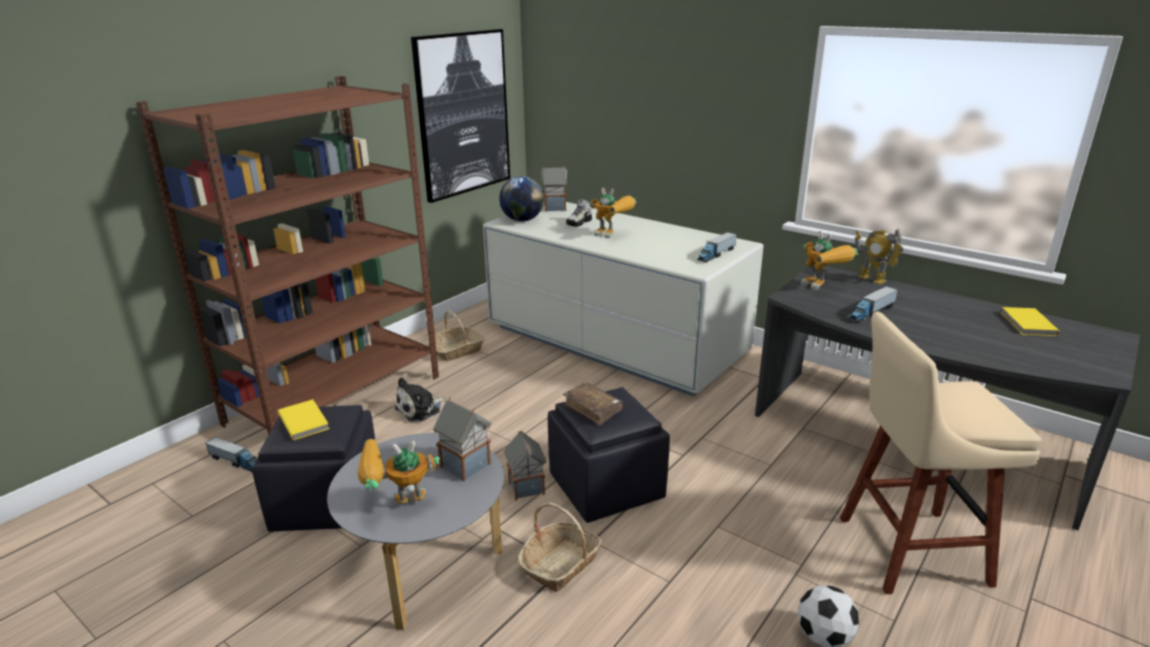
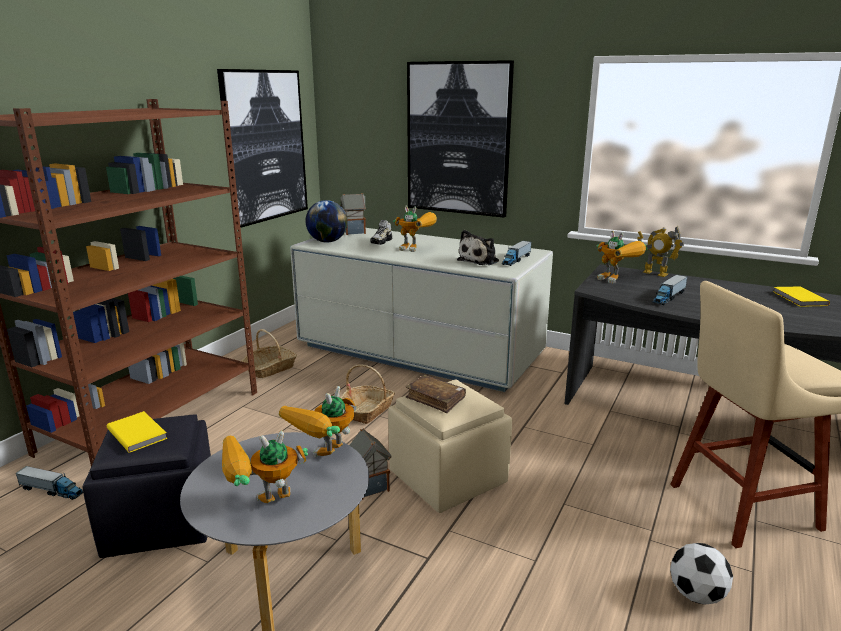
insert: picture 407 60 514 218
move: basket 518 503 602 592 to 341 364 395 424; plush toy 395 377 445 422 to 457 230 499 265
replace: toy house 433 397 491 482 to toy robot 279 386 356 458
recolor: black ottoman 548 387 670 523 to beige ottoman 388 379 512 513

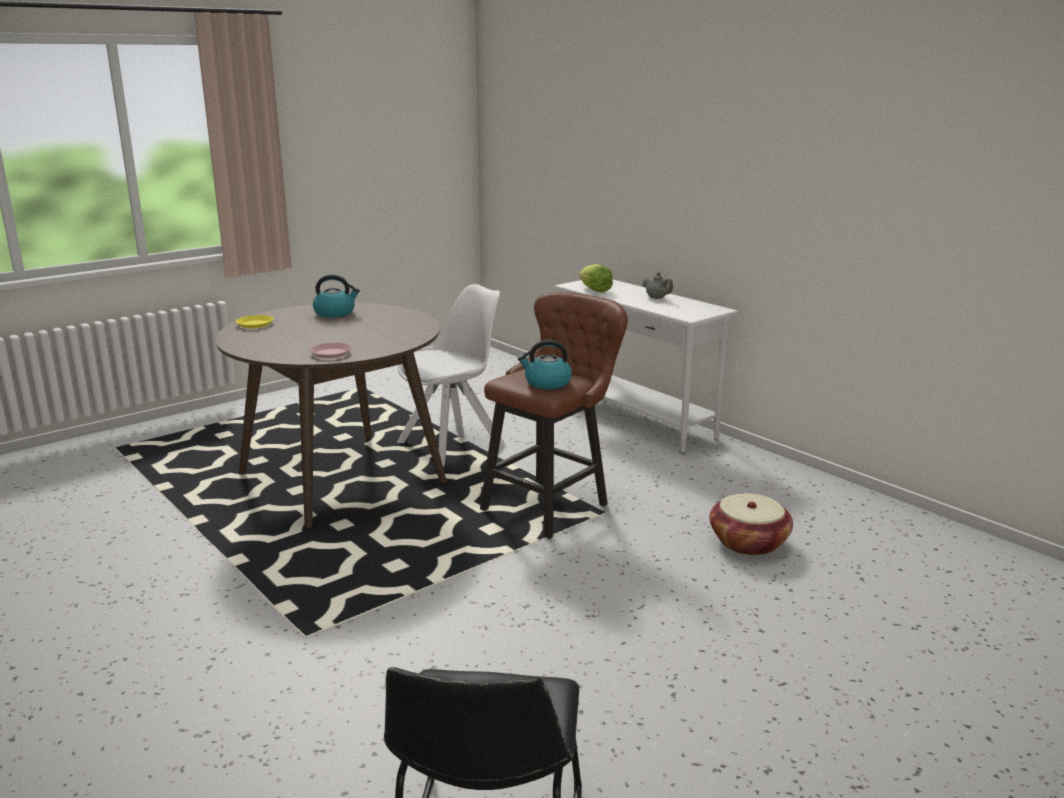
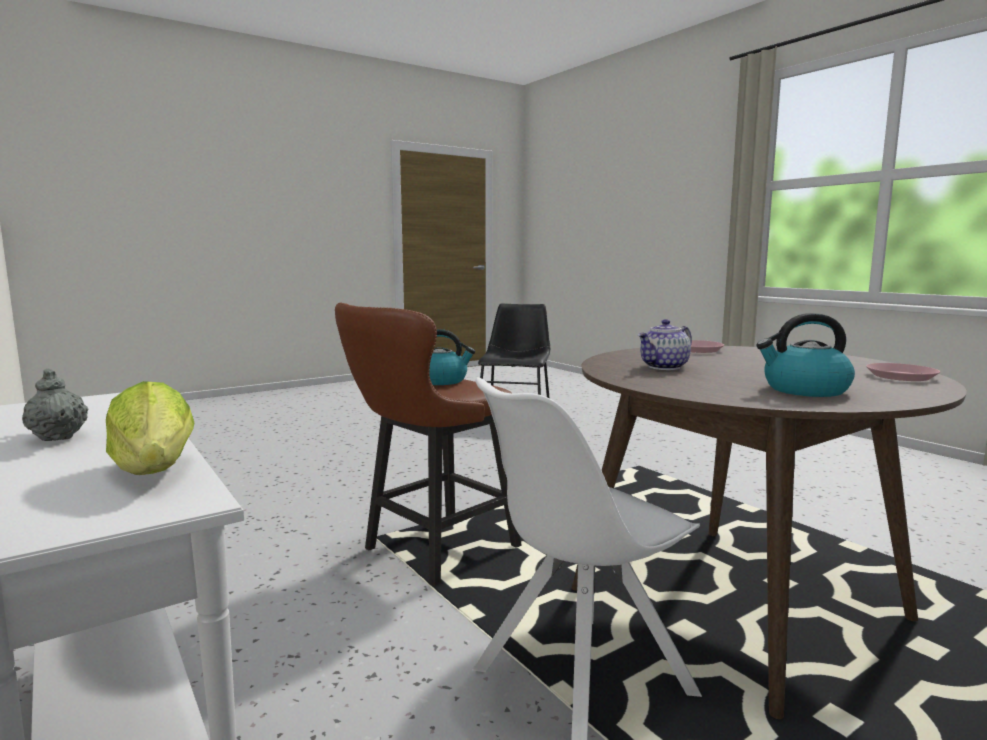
delete: basket 709 493 793 555
insert: teapot 638 319 692 370
recolor: yellow plate 236 315 274 328 to pink plate 866 363 940 381

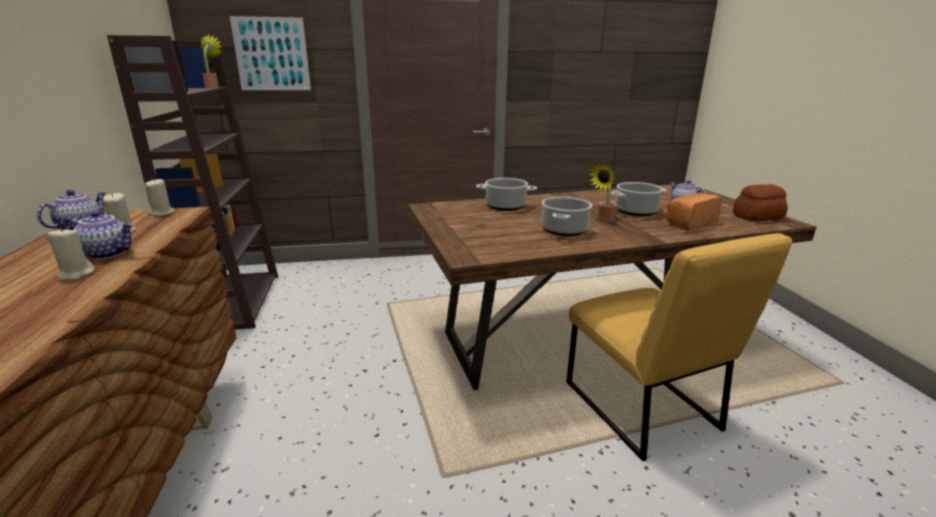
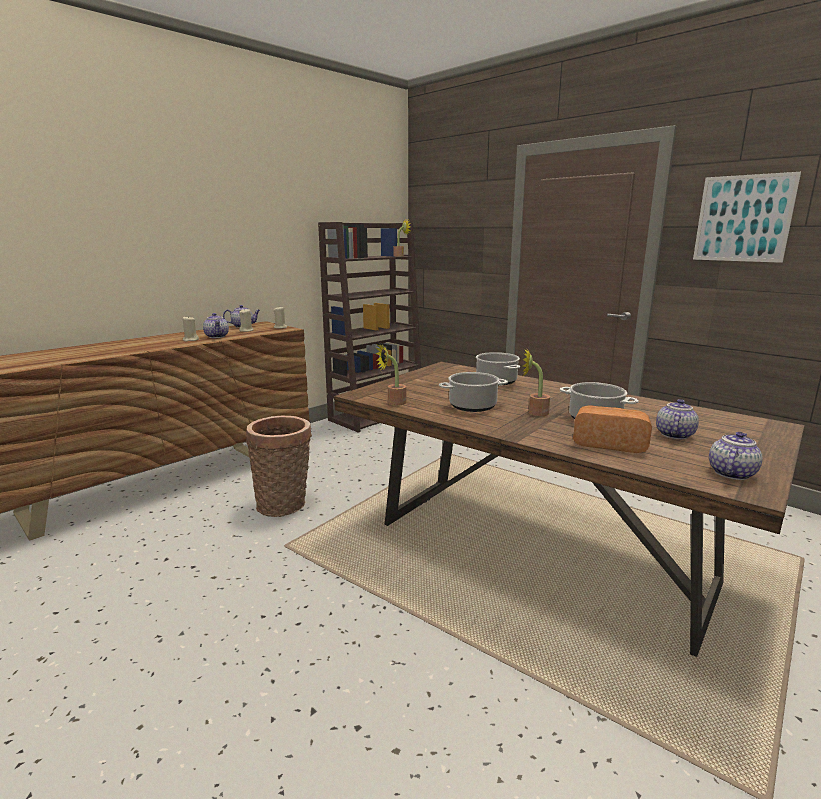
delete: yellow chair 567 233 792 461
insert: basket 246 416 312 517; potted plant 376 343 406 406
move: picture 230 16 311 90 to 693 172 801 263
replace: bread 733 184 788 221 to teapot 709 432 763 480

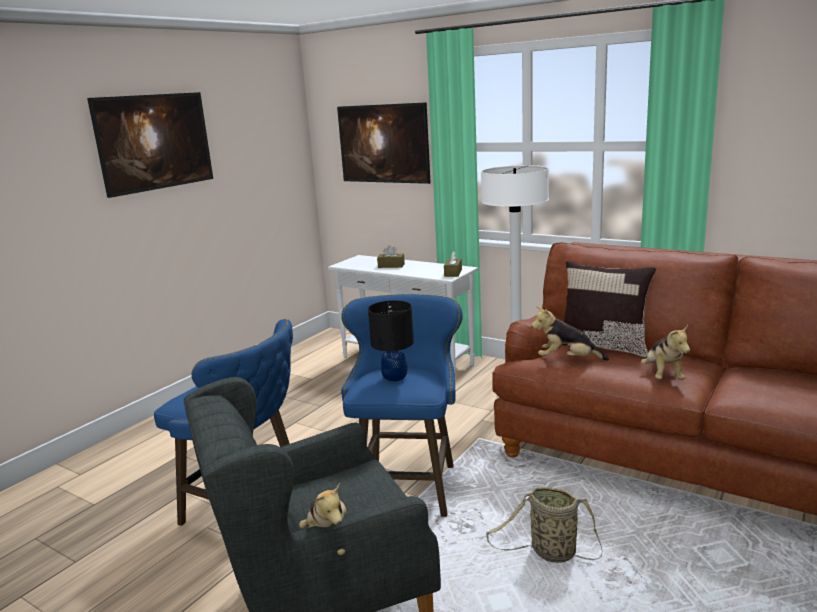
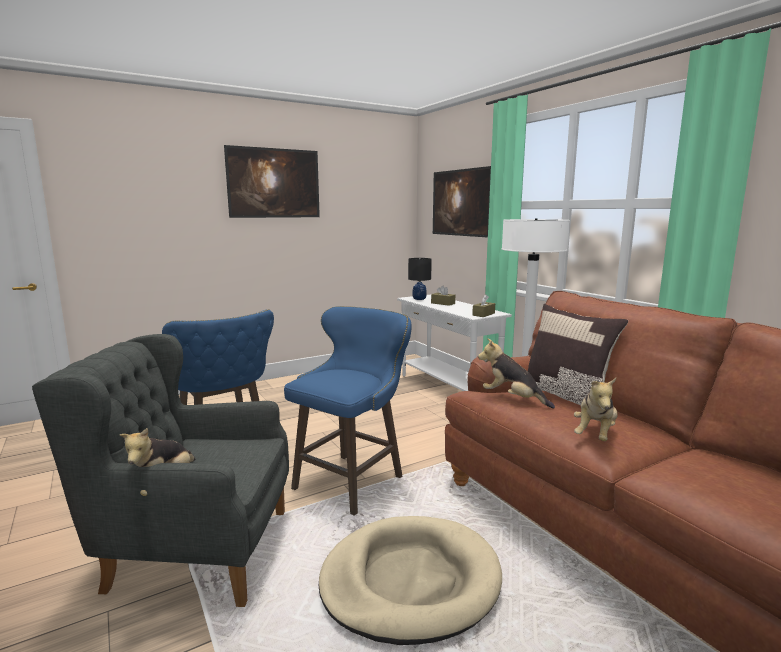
move: black table lamp 368 300 414 381 to 408 258 432 300
replace: basket 486 487 602 563 to beige dog bed 319 516 502 645

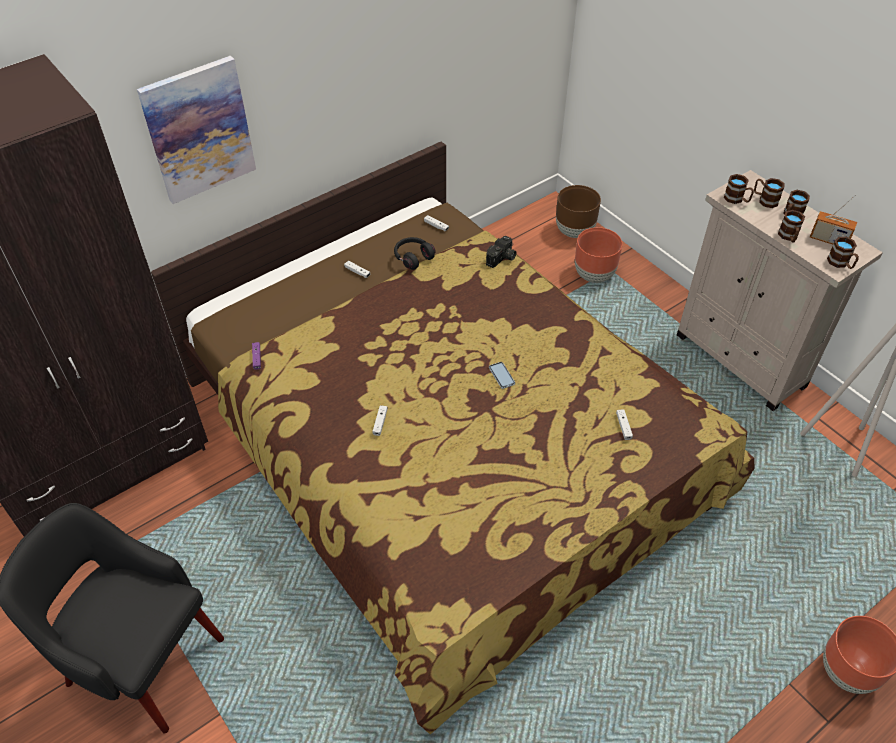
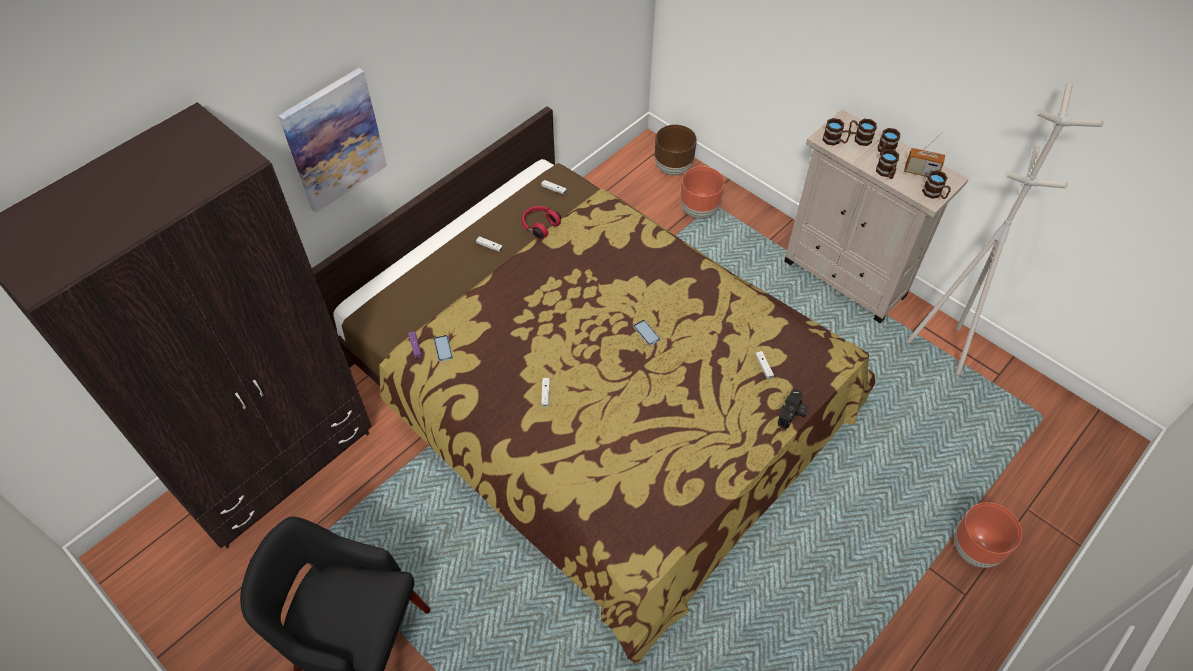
insert: phone 434 335 453 362
move: photo camera 486 236 516 268 to 778 389 809 429
recolor: black headphones 394 237 436 270 to red headphones 521 206 561 238

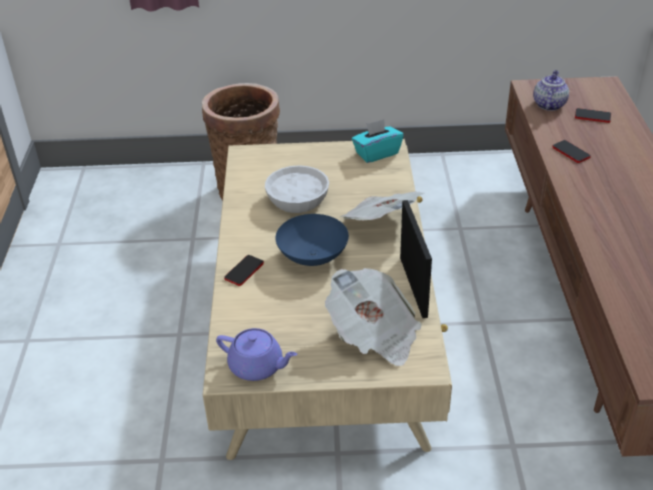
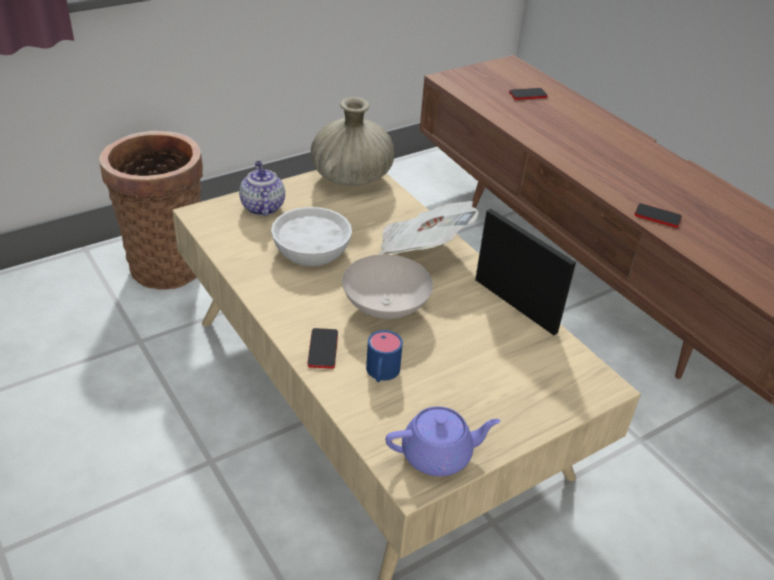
delete: newspaper 325 268 422 366
insert: blue mug 366 330 403 382
move: teapot 533 70 569 111 to 239 161 285 216; phone 552 140 591 163 to 634 203 682 228
replace: turquoise tissue box 352 119 403 163 to beige vase 311 97 395 186
recolor: blue bowl 275 214 349 266 to white bowl 342 254 433 319

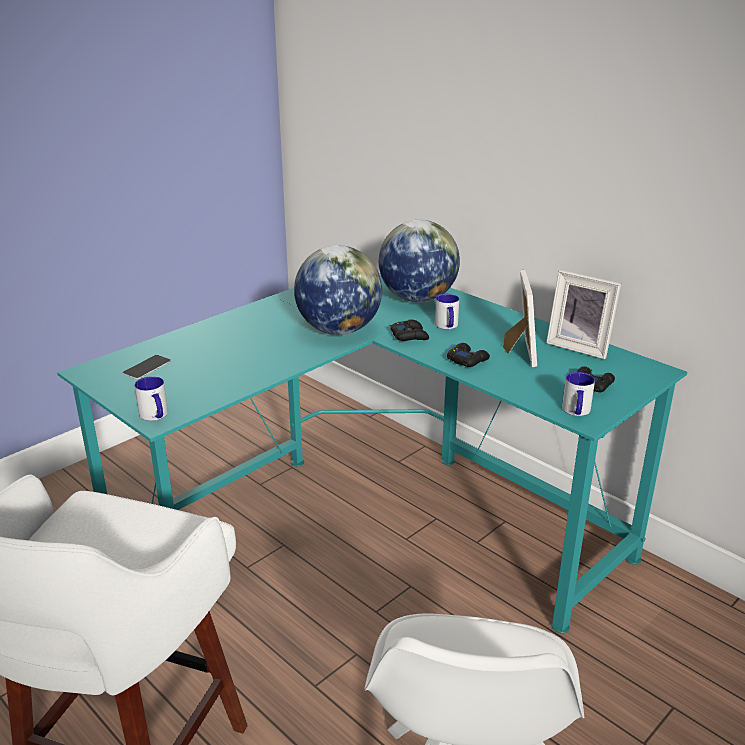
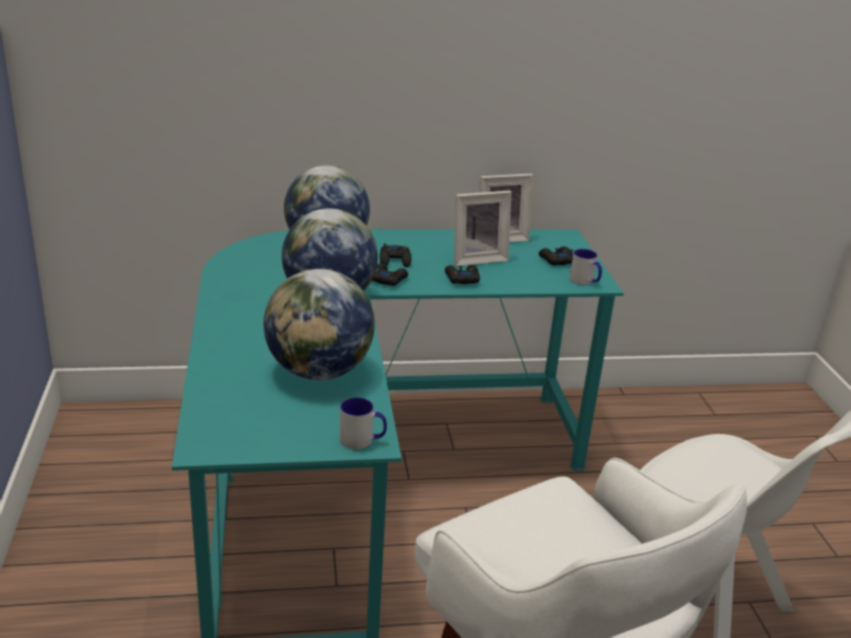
delete: phone 122 355 172 379
insert: globe 264 269 375 380
replace: mug 435 294 459 329 to black game controller 380 243 411 267
rotate: picture frame 503 270 537 367 = 454 190 512 266 120 degrees clockwise

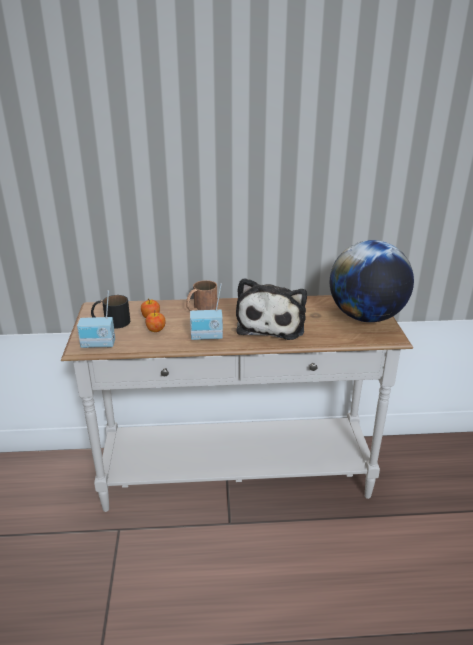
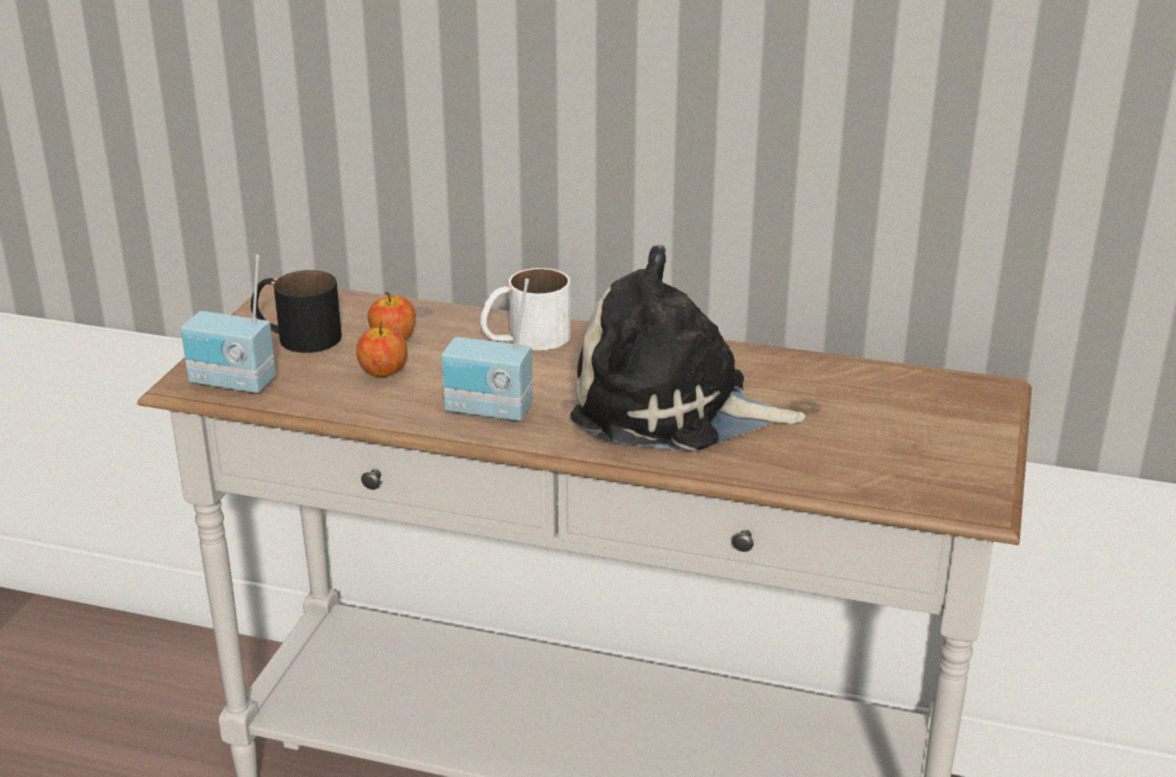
delete: globe 330 240 414 322
recolor: brown mug 186 280 217 311 to white mug 480 268 571 350
rotate: plush toy 236 278 307 340 = 570 245 806 452 75 degrees clockwise

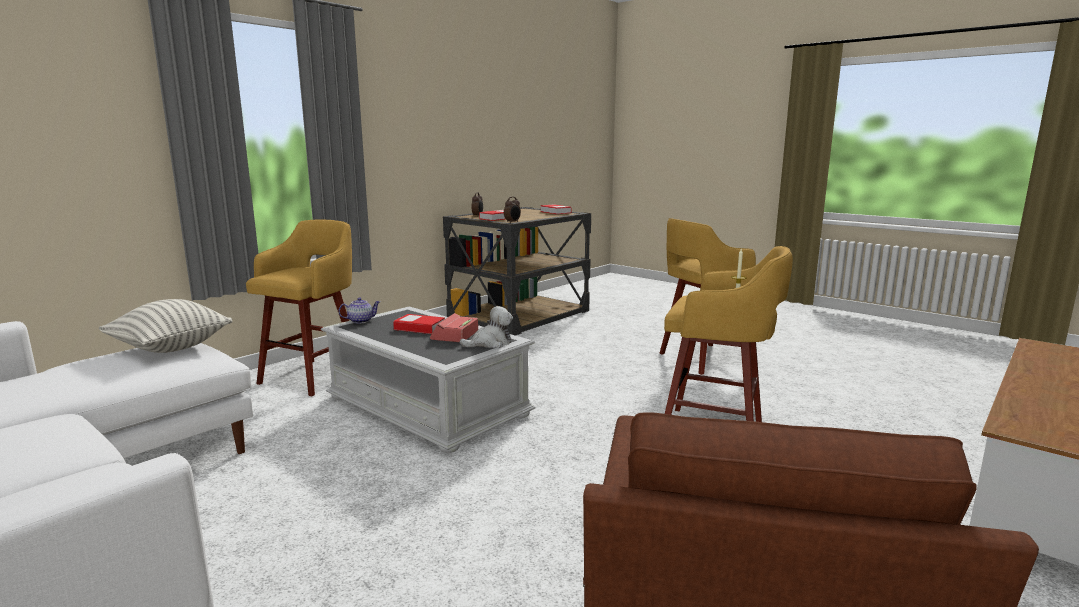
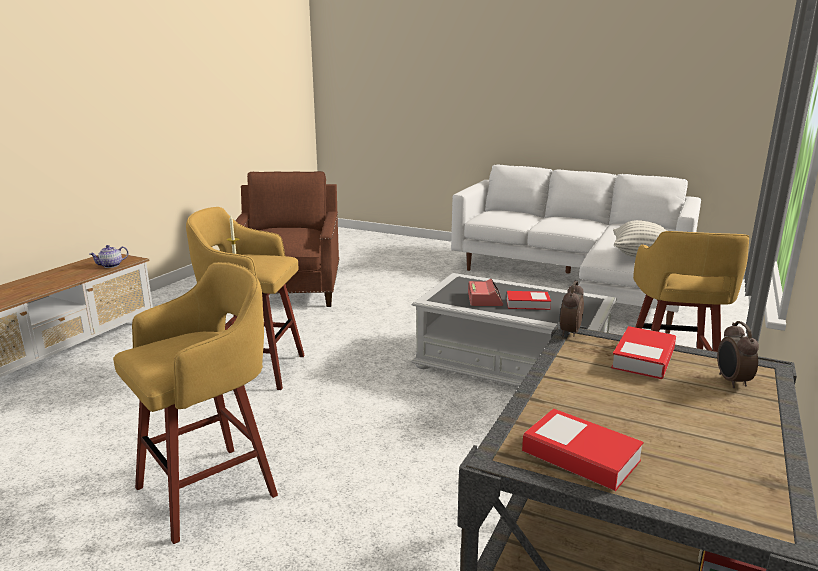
delete: plush toy 460 306 513 348
move: teapot 338 297 380 324 to 90 245 129 268

